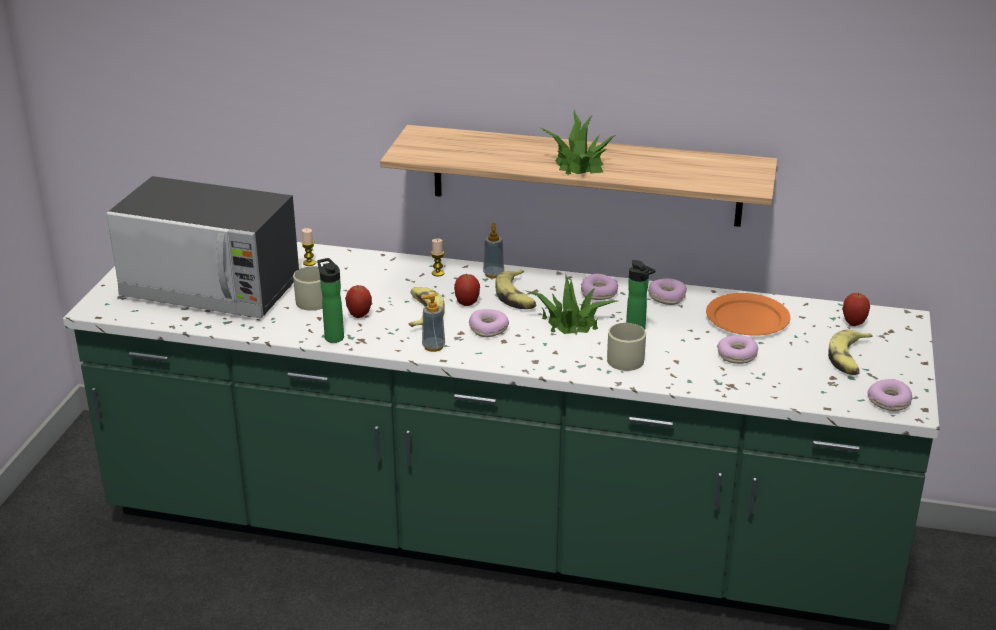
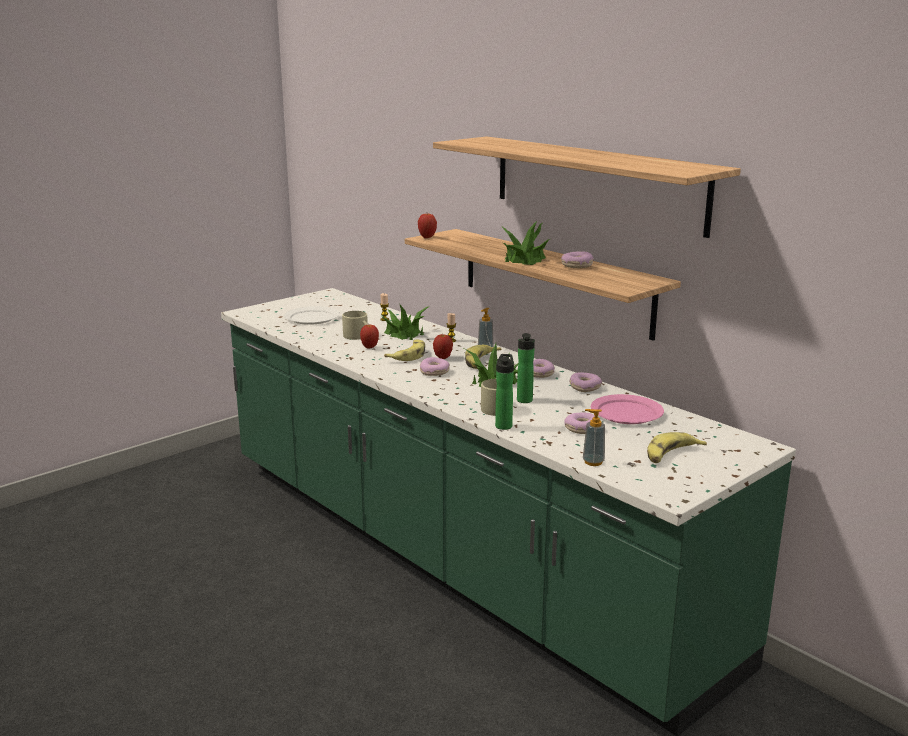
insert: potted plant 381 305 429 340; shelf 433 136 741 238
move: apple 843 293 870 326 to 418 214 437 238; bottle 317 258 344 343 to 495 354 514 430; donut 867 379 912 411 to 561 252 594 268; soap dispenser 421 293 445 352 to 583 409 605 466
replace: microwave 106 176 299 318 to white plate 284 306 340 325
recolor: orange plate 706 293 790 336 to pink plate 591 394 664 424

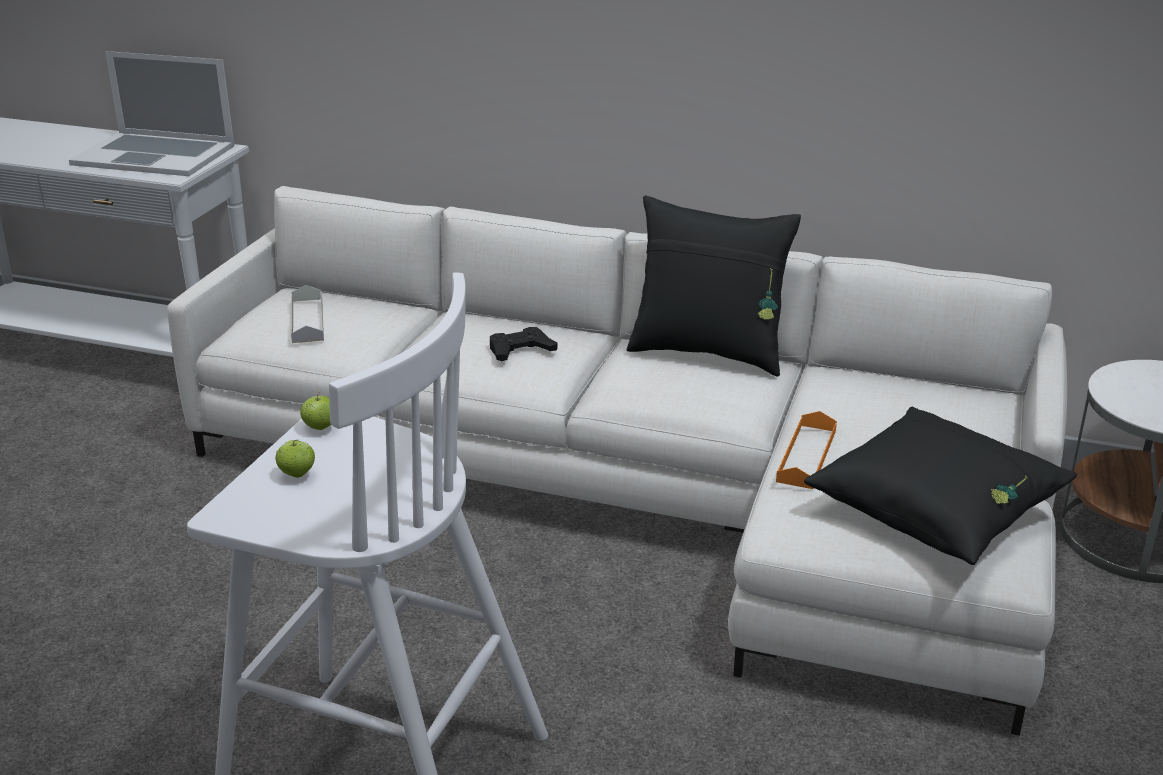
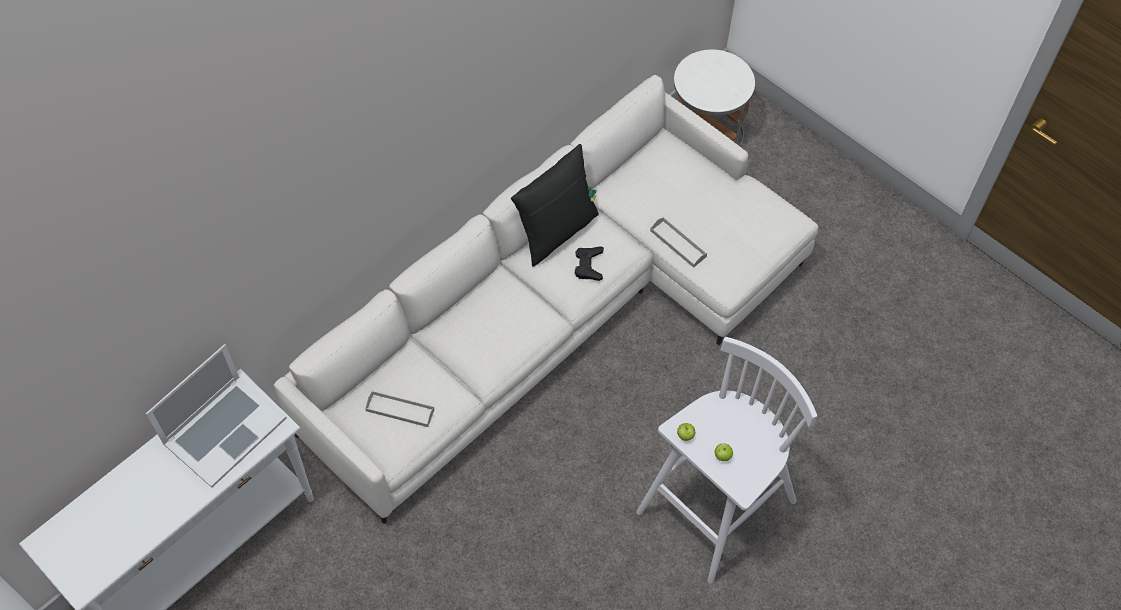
delete: black pillow 804 406 1077 565
move: black game controller 490 327 558 361 to 575 246 604 281
recolor: orange tray 776 411 837 489 to grey tray 650 217 707 268

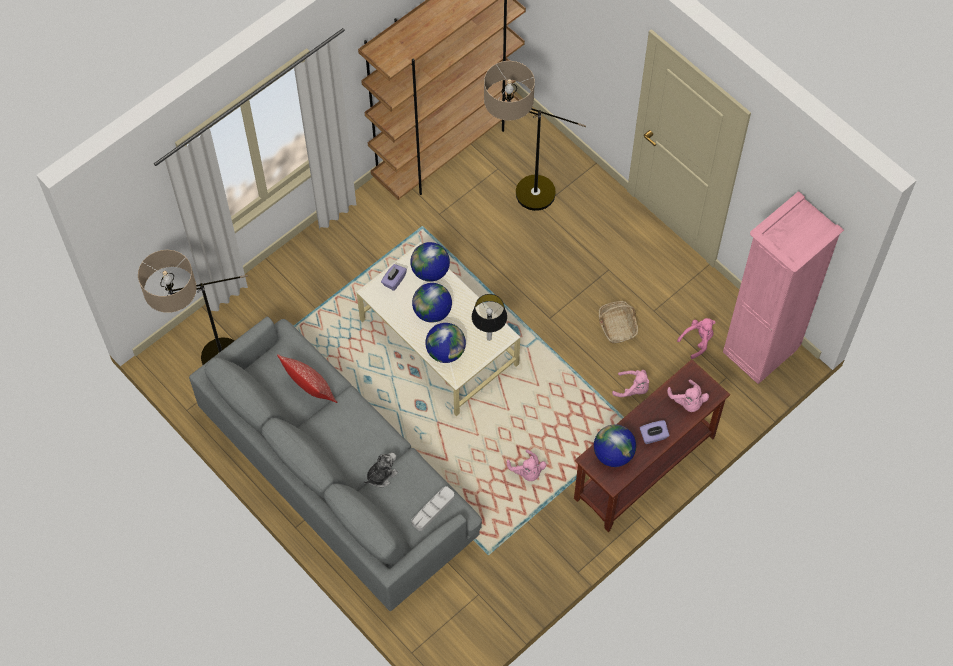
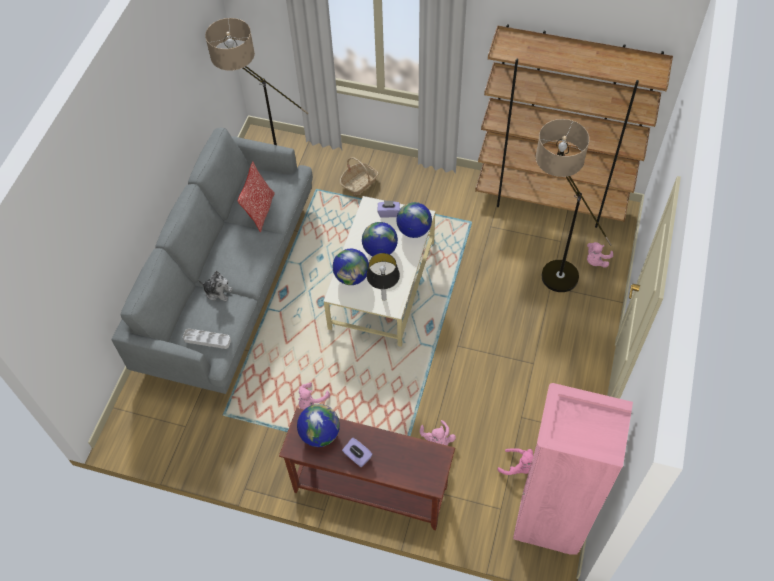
move: basket 599 301 638 343 to 340 157 379 196; pink plush toy 667 380 709 412 to 587 242 613 268

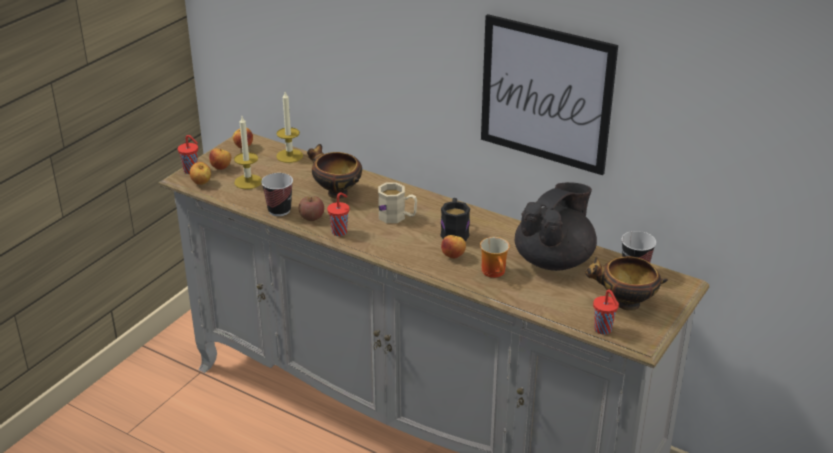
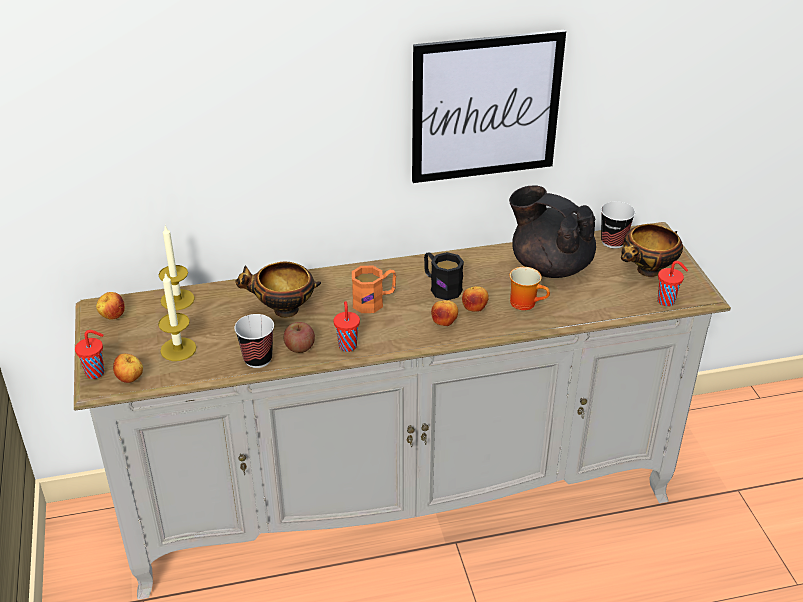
move: apple 209 149 231 170 to 431 300 458 326
recolor: beige mug 378 182 417 223 to orange mug 352 266 396 313
rotate: black teapot 515 182 597 271 = 509 185 596 278 45 degrees counterclockwise

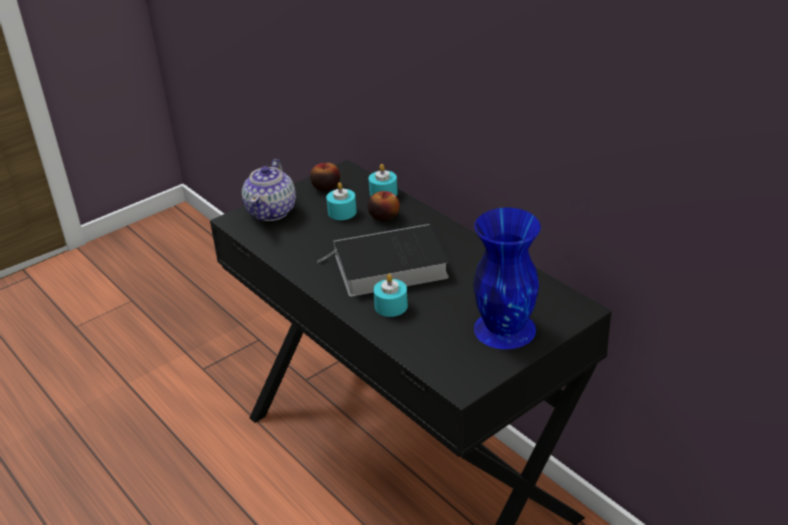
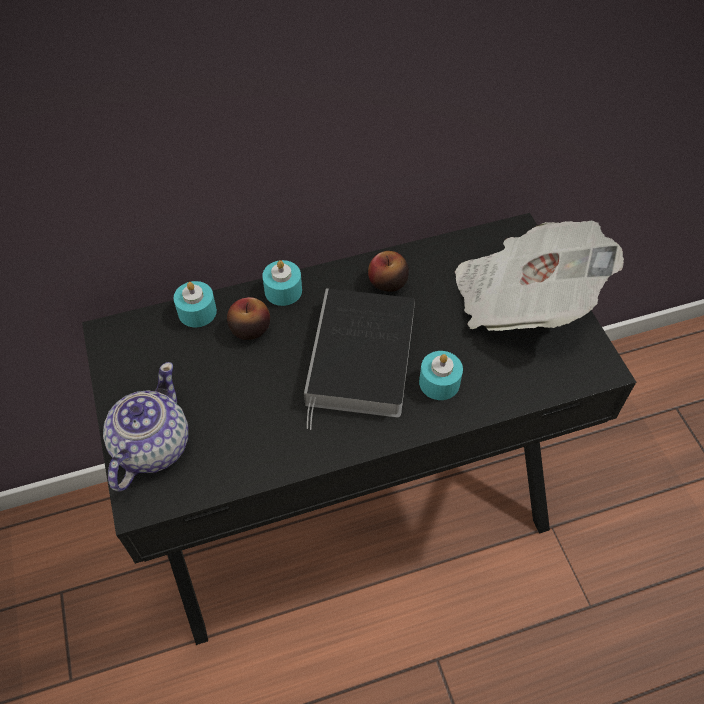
move: turquoise candle 326 182 357 220 to 262 260 302 306; apple 310 163 340 191 to 368 251 409 292
replace: blue vase 473 208 541 349 to newspaper 455 221 624 331
rotate: teapot 242 159 296 221 = 103 362 188 491 105 degrees counterclockwise

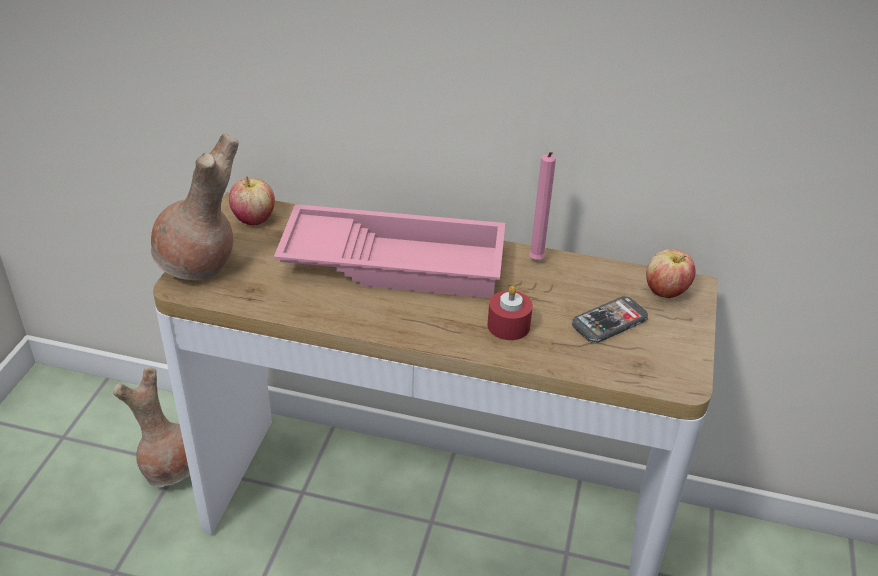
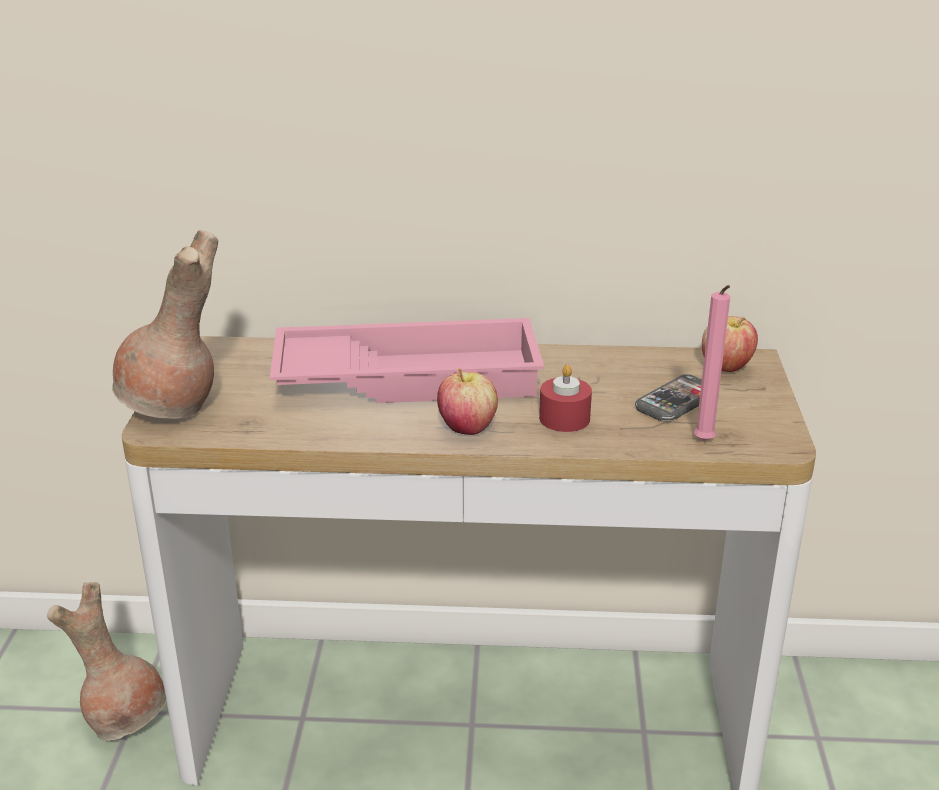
move: apple 229 176 275 226 to 437 368 498 435; pink candle 529 152 556 260 to 694 285 730 441

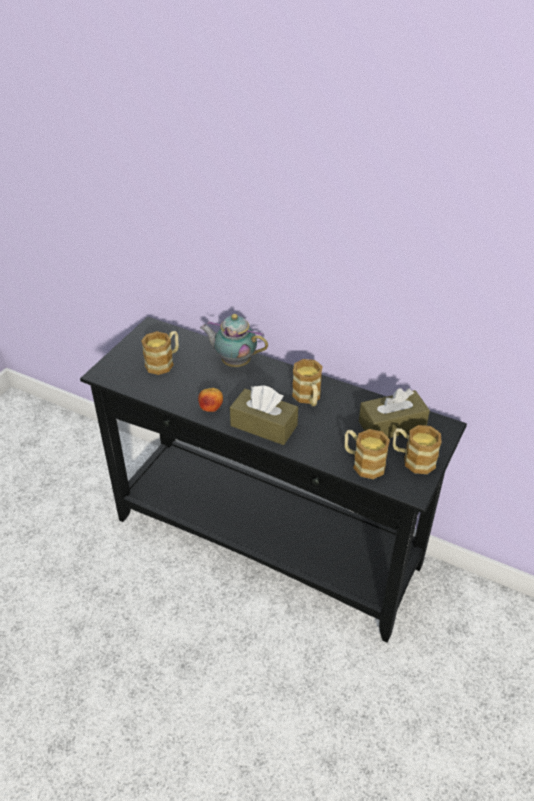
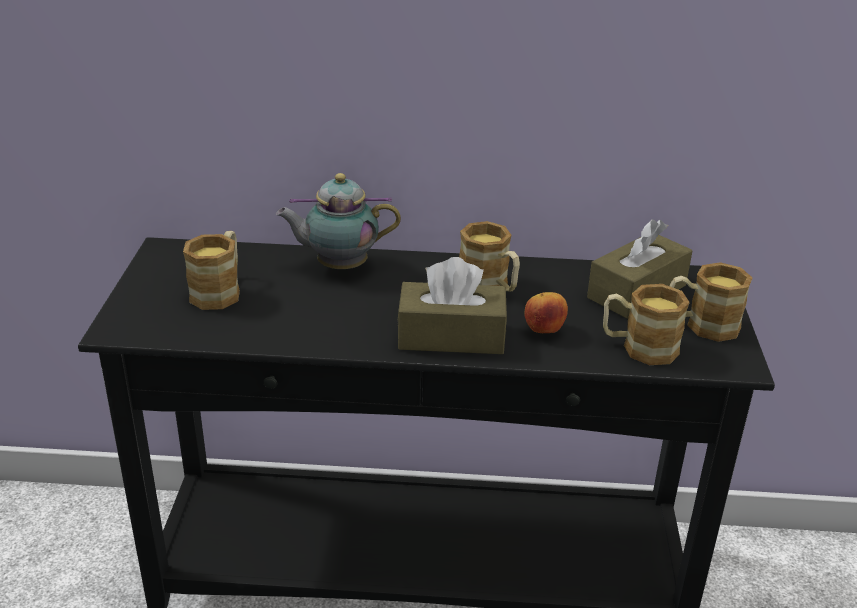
move: apple 198 388 223 412 to 524 292 568 333

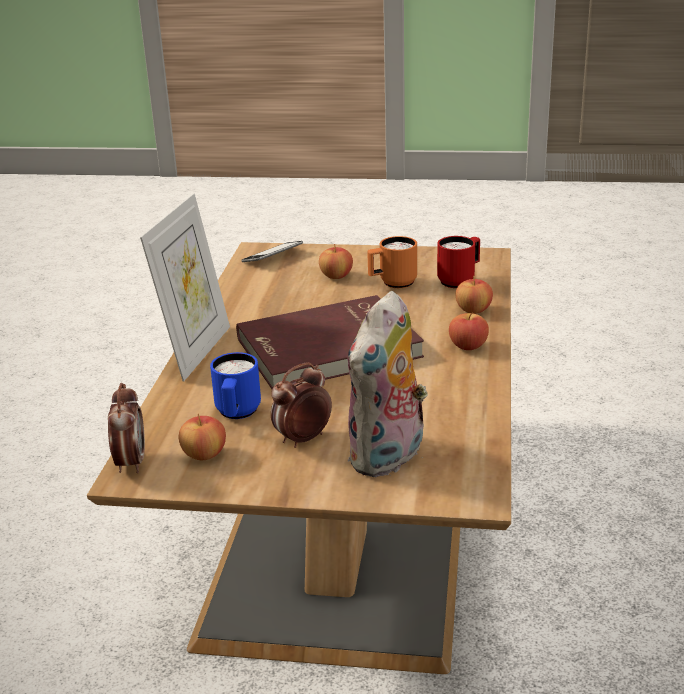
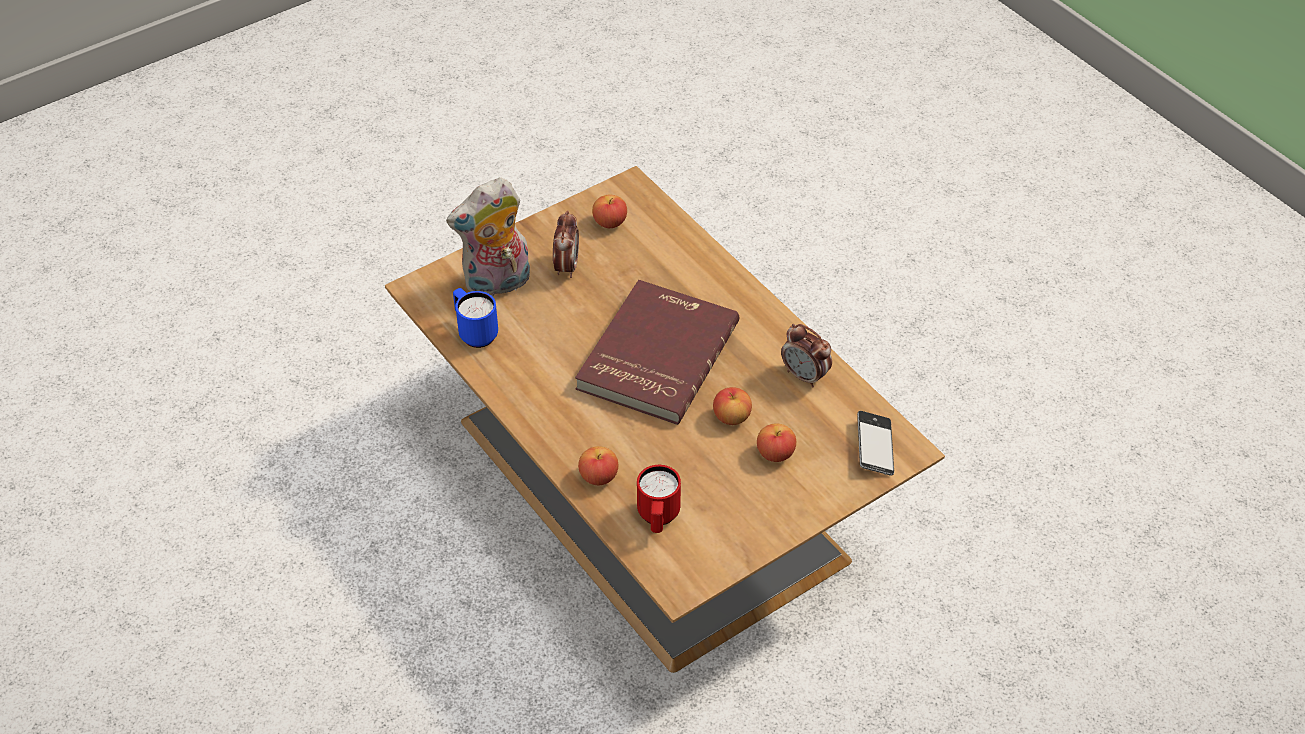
delete: picture frame 140 194 230 381; orange mug 367 236 417 288
move: blue mug 210 352 261 419 to 453 288 498 348; apple 449 313 489 350 to 713 387 752 425; alarm clock 108 383 145 474 to 781 324 832 388
rotate: plush toy 348 291 428 478 = 446 177 530 297 105 degrees counterclockwise

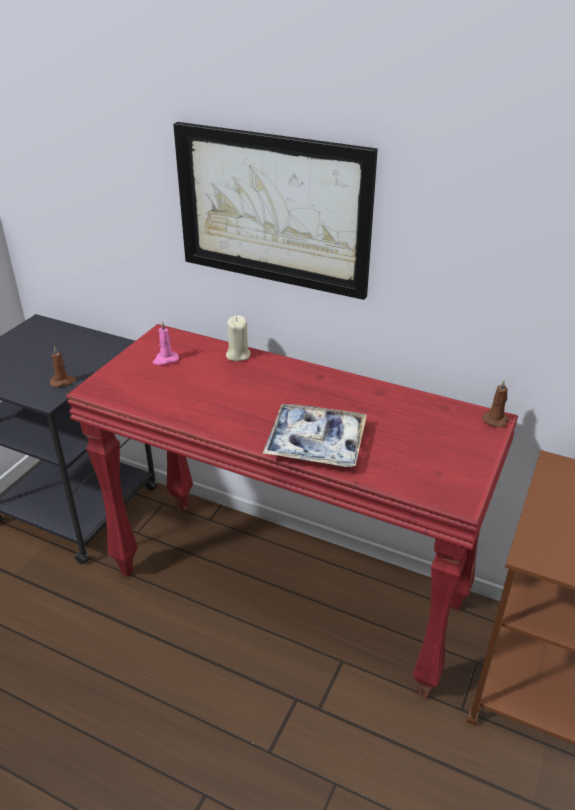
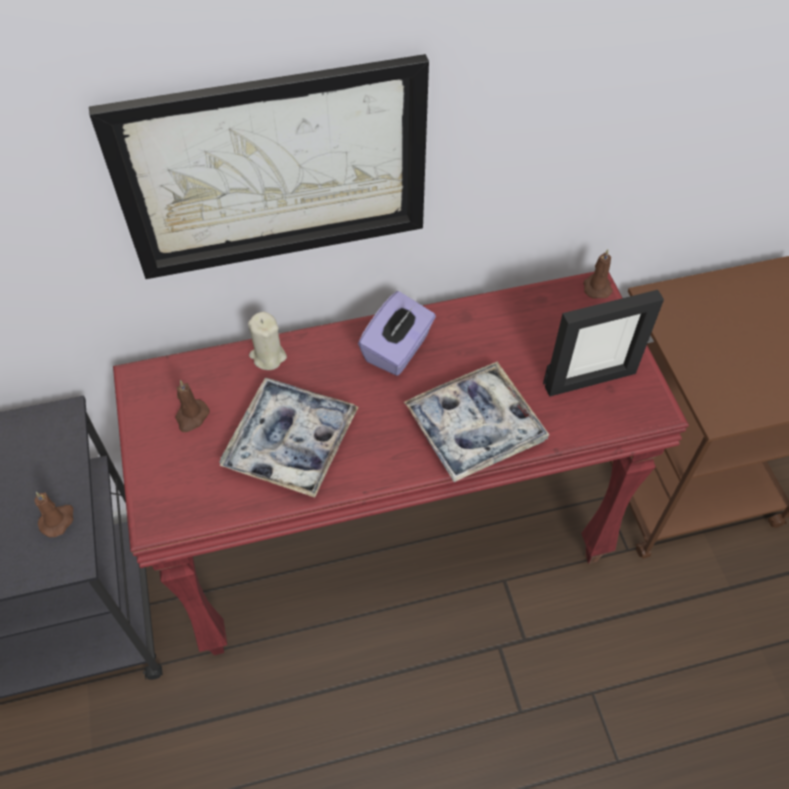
insert: tray 219 377 359 498; purple tissue box 358 291 436 376; picture frame 543 290 664 396
recolor: pink candle 153 321 179 365 to brown candle 175 380 210 432

